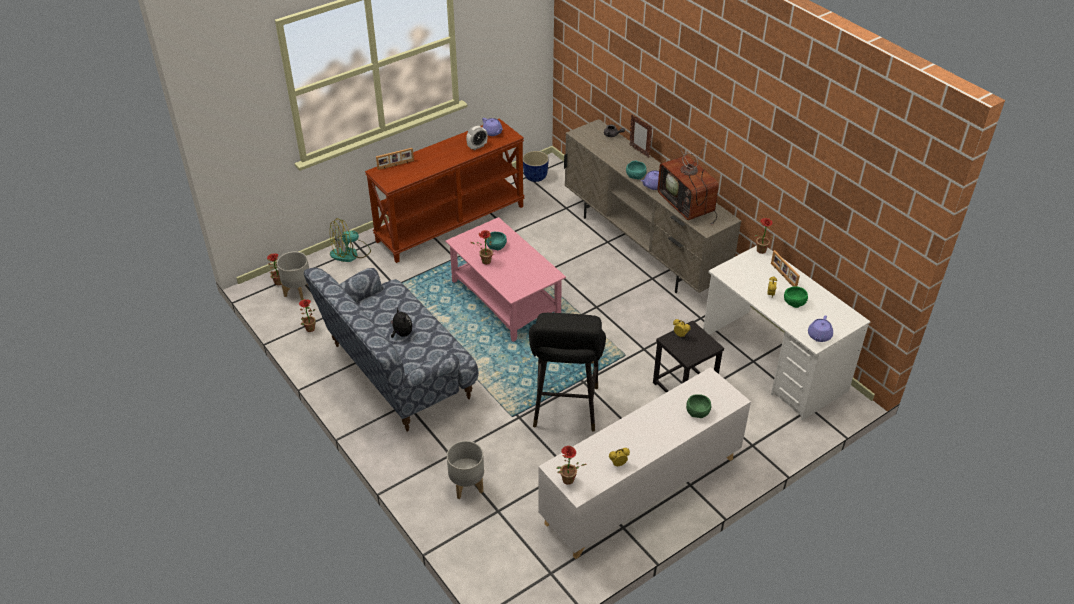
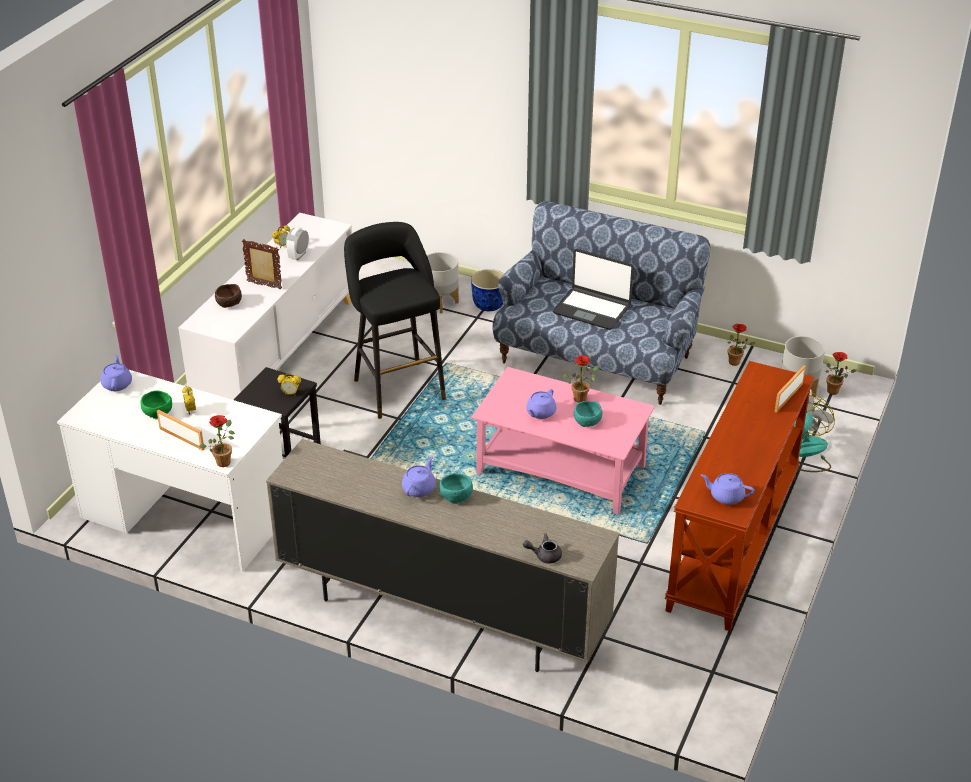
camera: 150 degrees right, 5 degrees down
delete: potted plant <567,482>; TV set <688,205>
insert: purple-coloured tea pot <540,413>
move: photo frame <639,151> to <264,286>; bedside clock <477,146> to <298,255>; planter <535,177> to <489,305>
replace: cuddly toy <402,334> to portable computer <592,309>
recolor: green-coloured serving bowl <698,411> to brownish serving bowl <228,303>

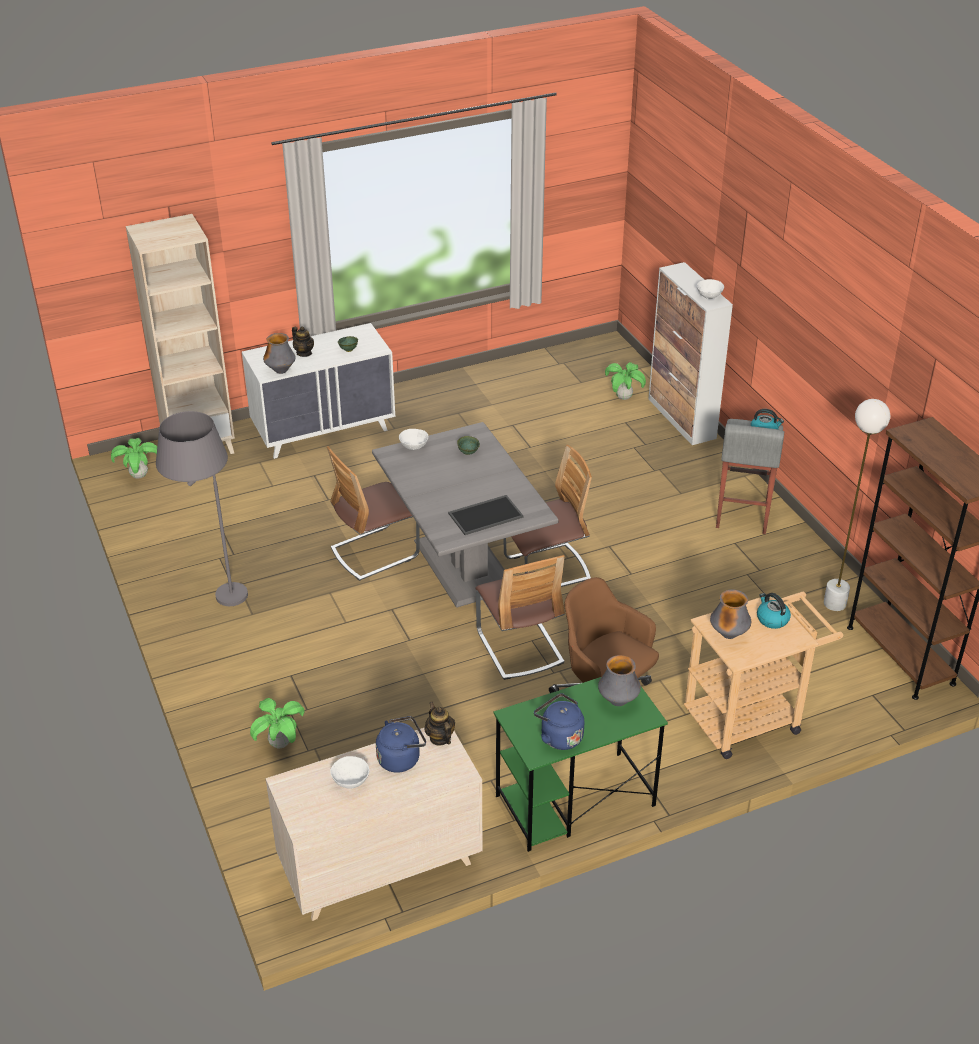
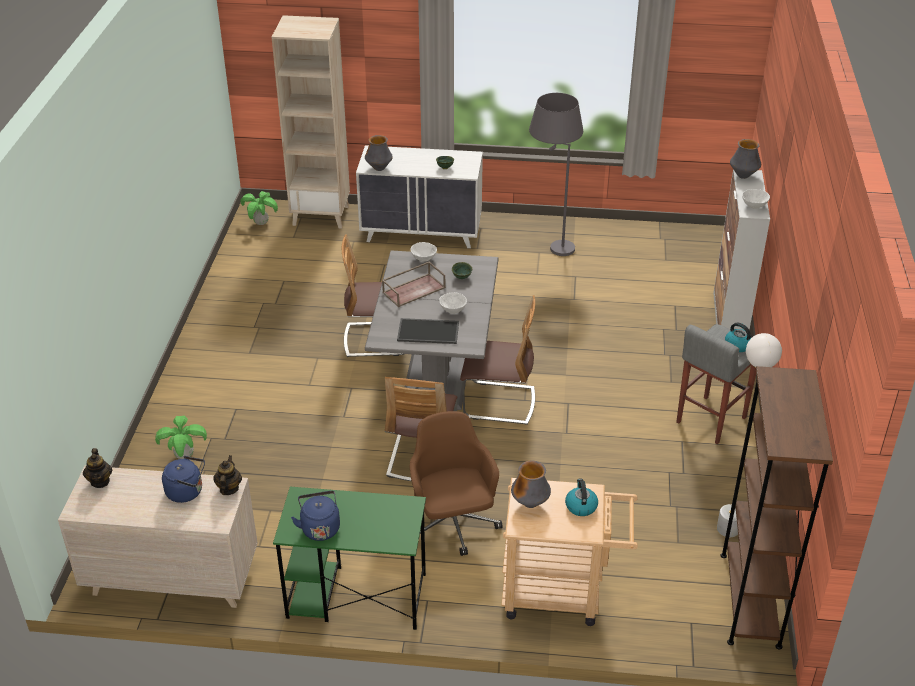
camera: 30 degrees right, 0 degrees up
delete: potted plant <624,397>
insert: brownish carrying tray <414,289>
move: tea pot <304,353> to <100,481>; whitish serving bowl <351,781> to <453,310>; greyish standard lamp <213,596> to <549,245>; vase <618,701> to <743,176>

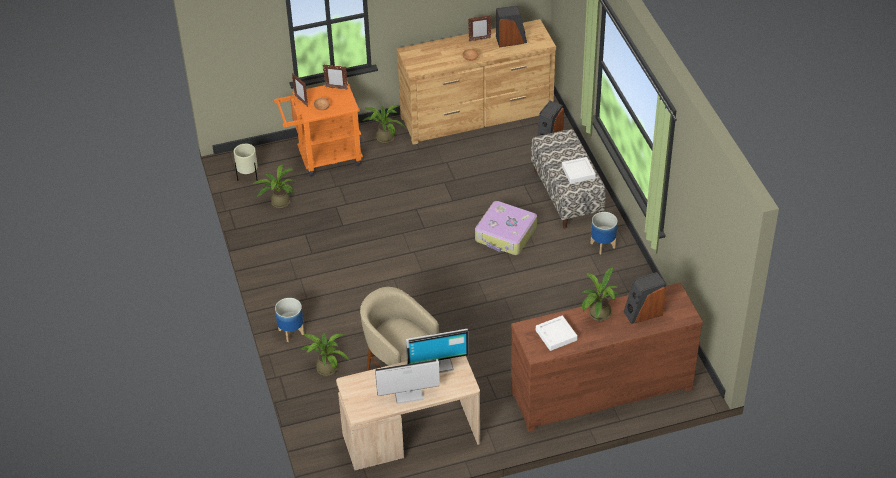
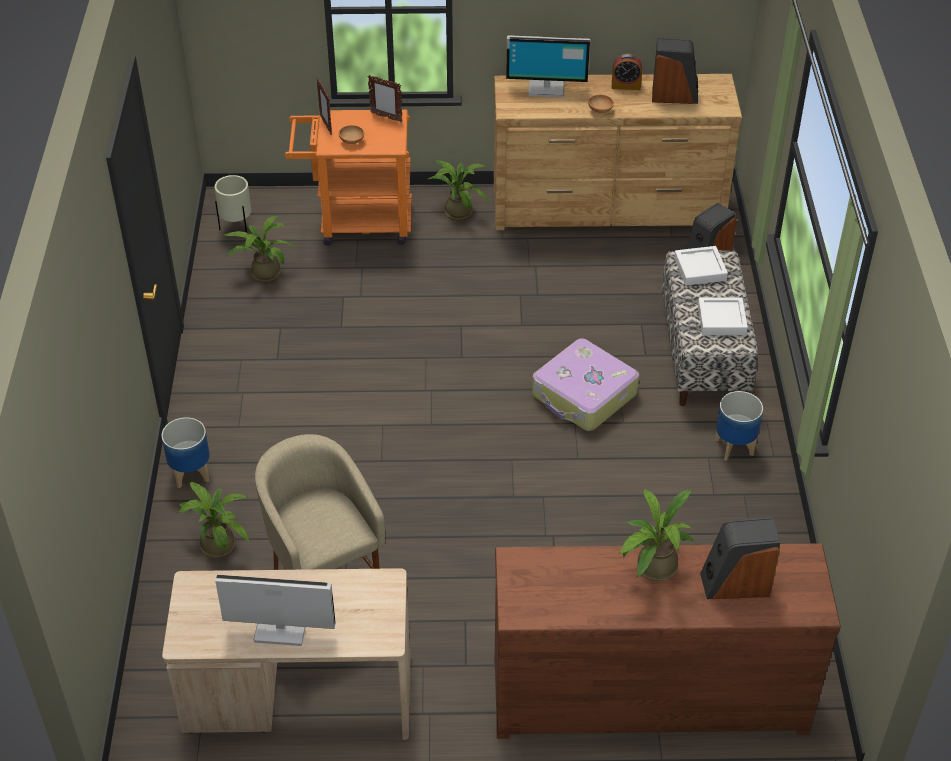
camera: 15 degrees right, 0 degrees up
move: monitor <438,364> to <546,88>; whitish carrying tray <556,335> to <700,269>
replace: photo frame <479,39> to bedside clock <626,86>

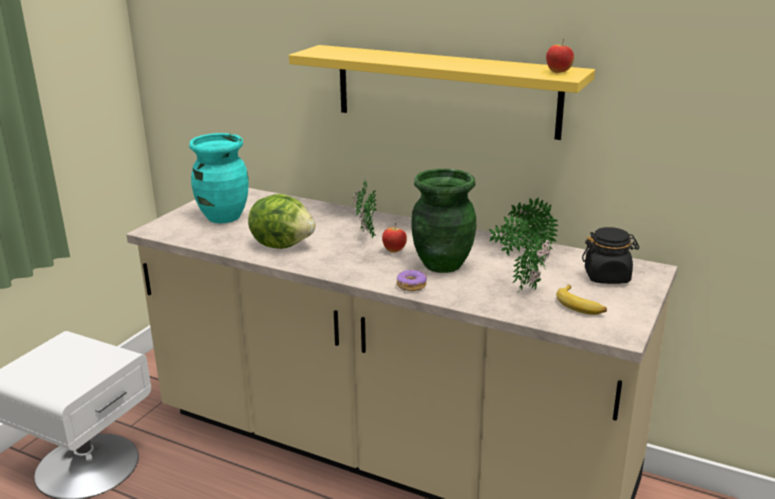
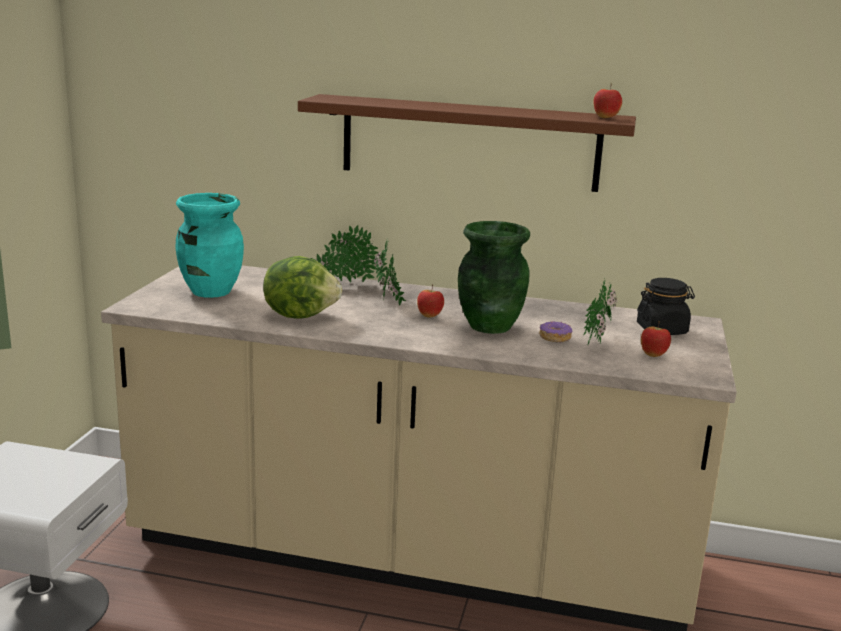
camera: 15 degrees left, 5 degrees down
move: potted plant <521,254> to <344,284>; ring doughnut <411,285> to <554,337>
replace: banana fruit <581,306> to apple <653,355>
recolor: yellowish bracket shelf <445,90> to brownish bracket shelf <469,143>

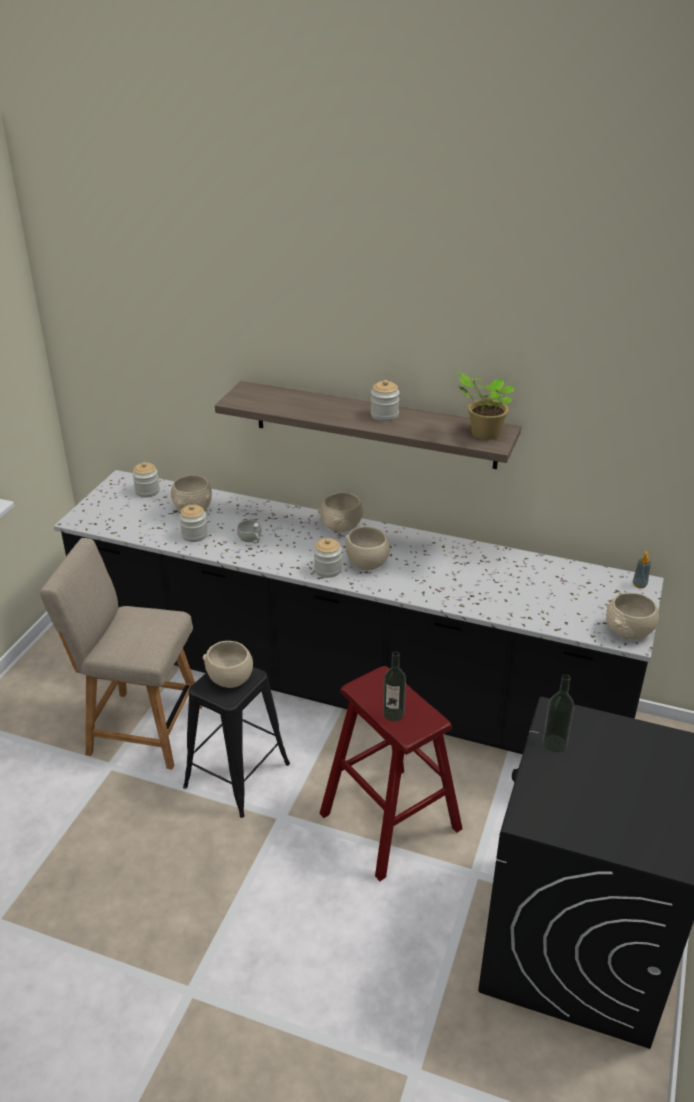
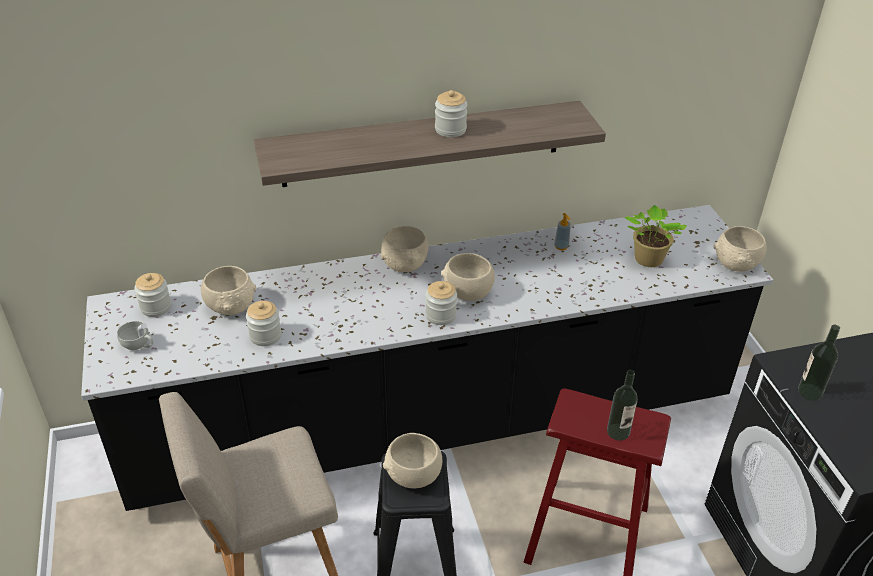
camera: 35 degrees left, 5 degrees up
move: whitish small cup <251,540> to <138,345>; soap bottle <639,584> to <561,246>; potted plant <483,433> to <647,260>

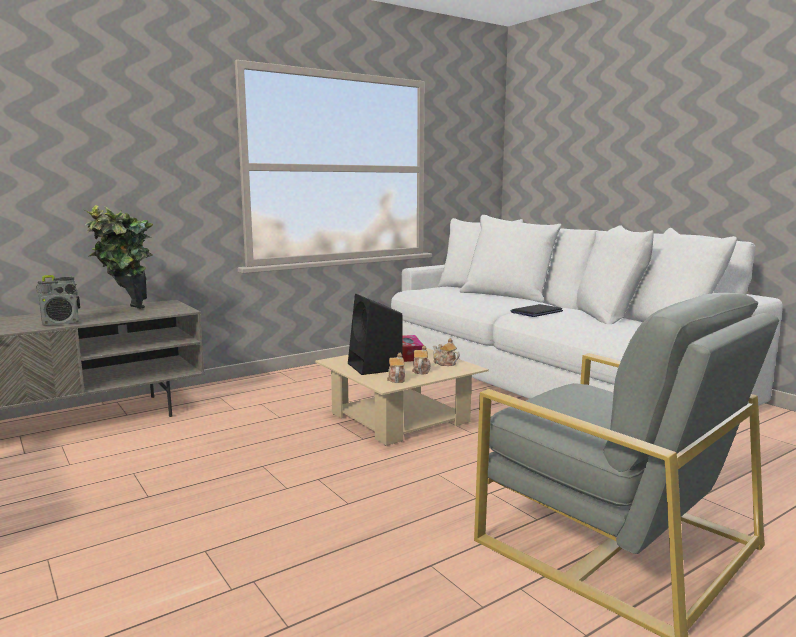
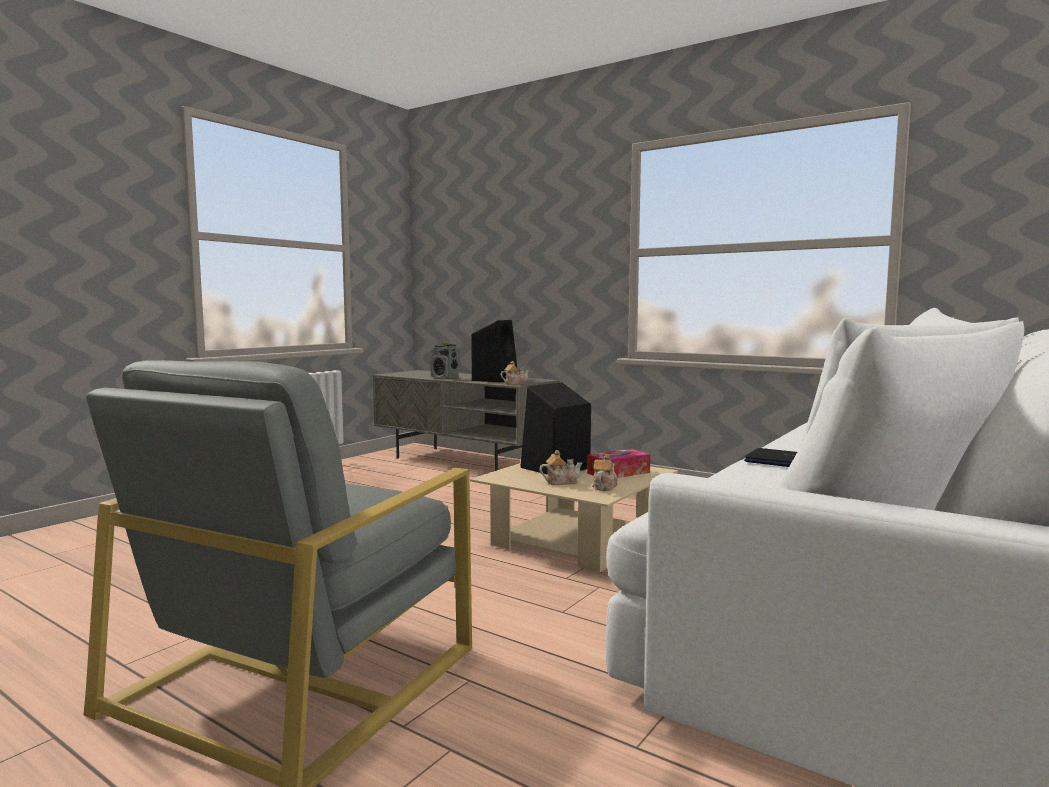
camera: 70 degrees right, 5 degrees down
move: tea pot <396,379> to <515,384>
replace: potted plant <127,311> to black audio speaker <495,379>

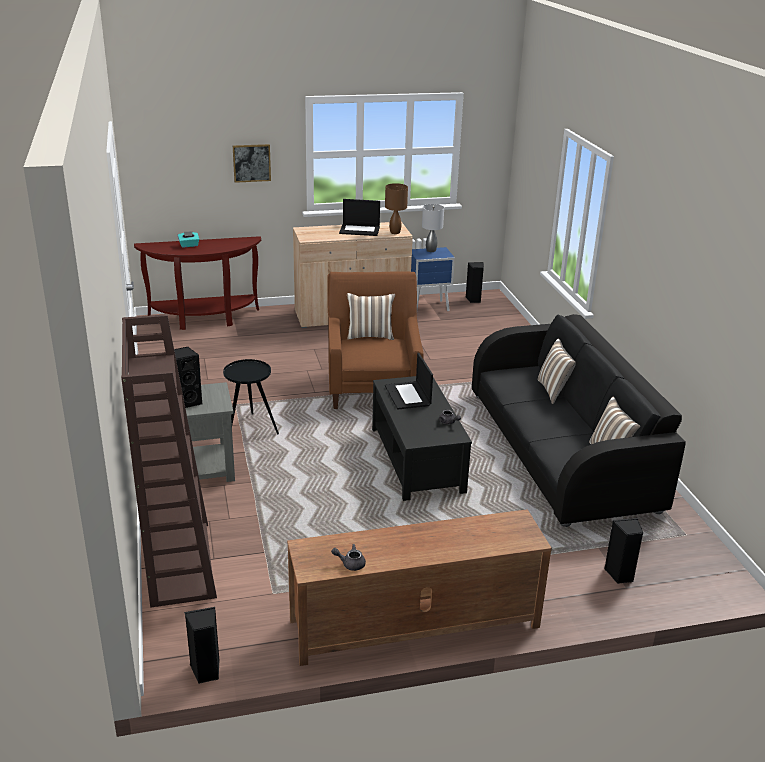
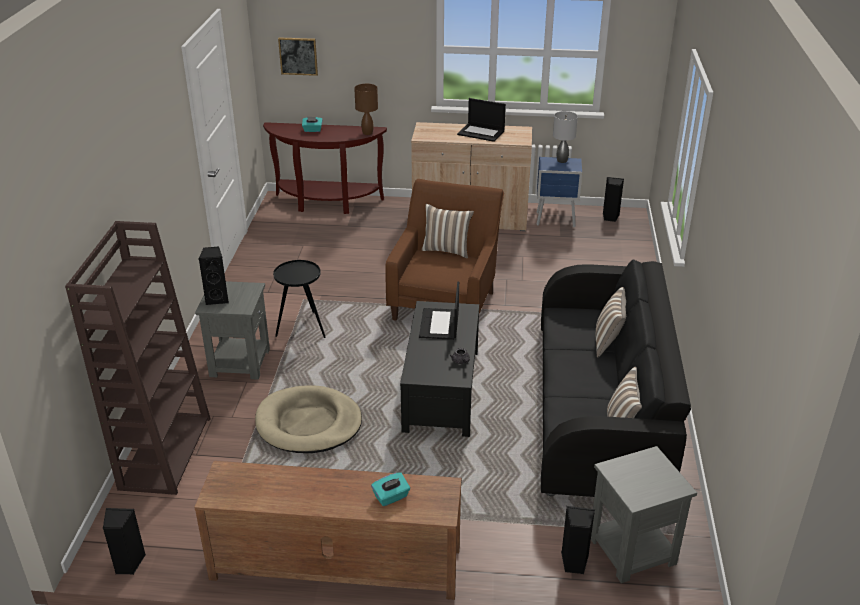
camera: 20 degrees right, 5 degrees up
delete: greyish tea pot <350,563>
insert: sand-coloured dog bed <308,423>; turquoise-coloured tissue holder <391,497>; greyish end table <631,551>
move: picture <251,163> to <298,56>; brownish tabletop lamp <395,232> to <368,133>

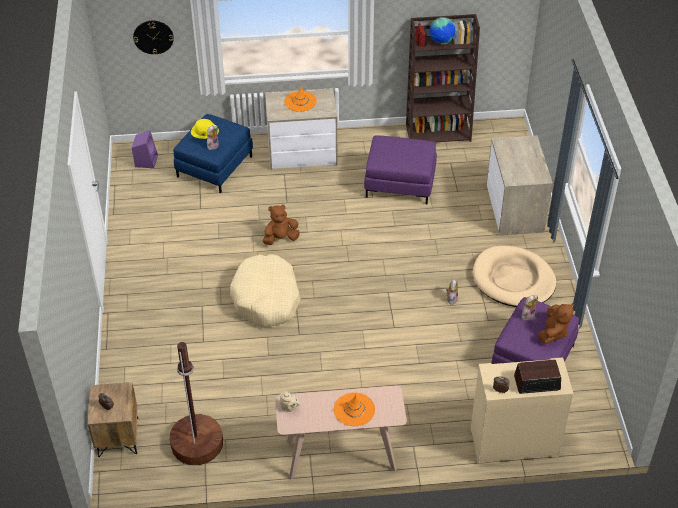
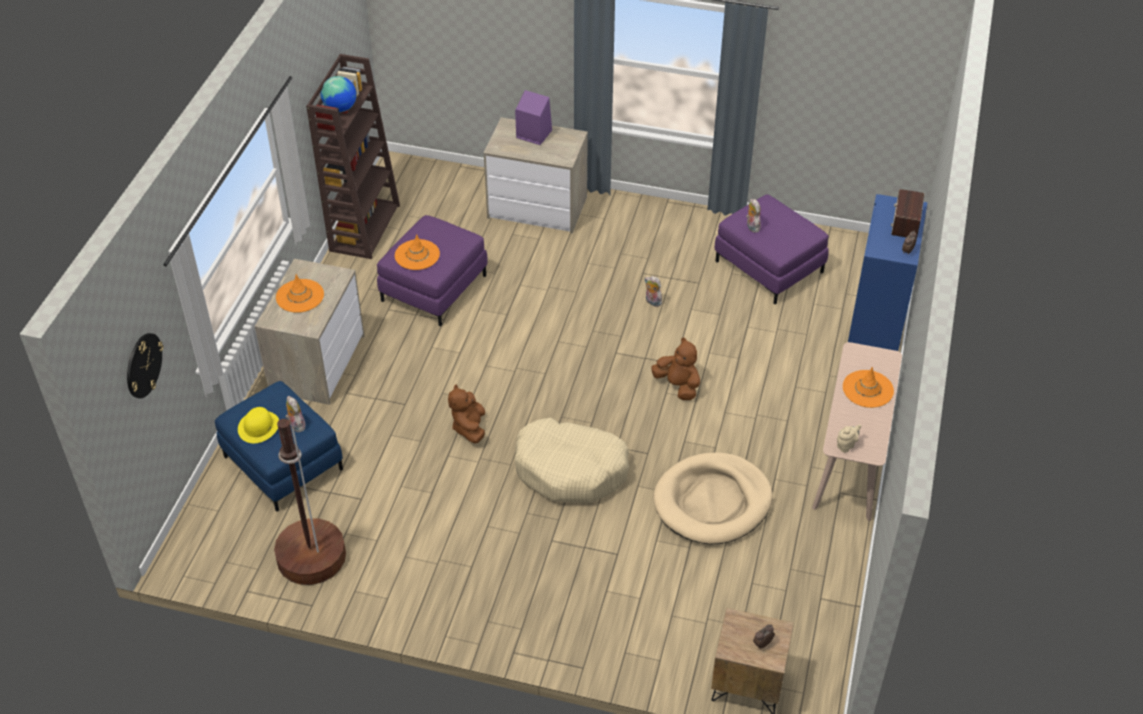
camera: 70 degrees left, 0 degrees up
insert: orangey hat <417,255>
move: brownish standard lamp <197,443> to <311,557>; purple-coloured audio speaker <146,160> to <533,134>; brownish cuddly toy <553,333> to <678,386>; sand-coloured dog bed <513,280> to <712,502>
recolor: sand-coloured storage cabinet <513,443> to blue storage cabinet <879,318>

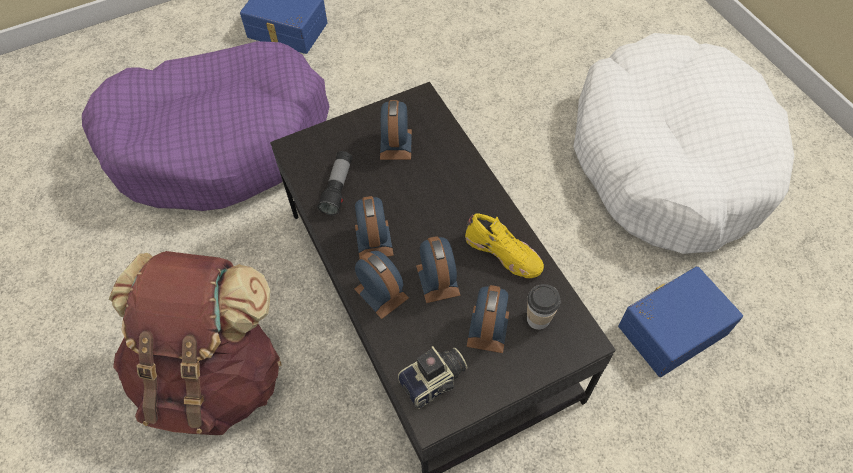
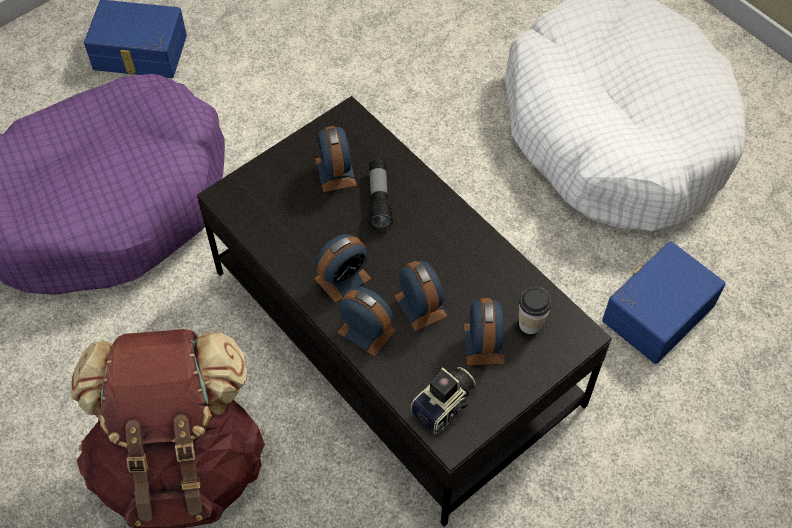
camera: 15 degrees left, 0 degrees up
delete: yellowish shoe <504,253>
move: flashlight <338,188> to <379,199>
rotate: bedside clock <374,240> = <342,278> 75 degrees clockwise

